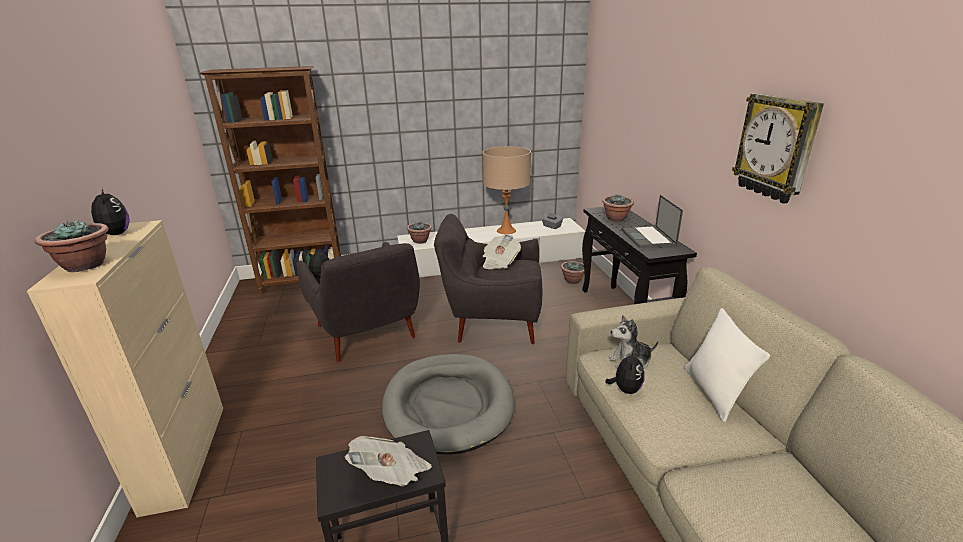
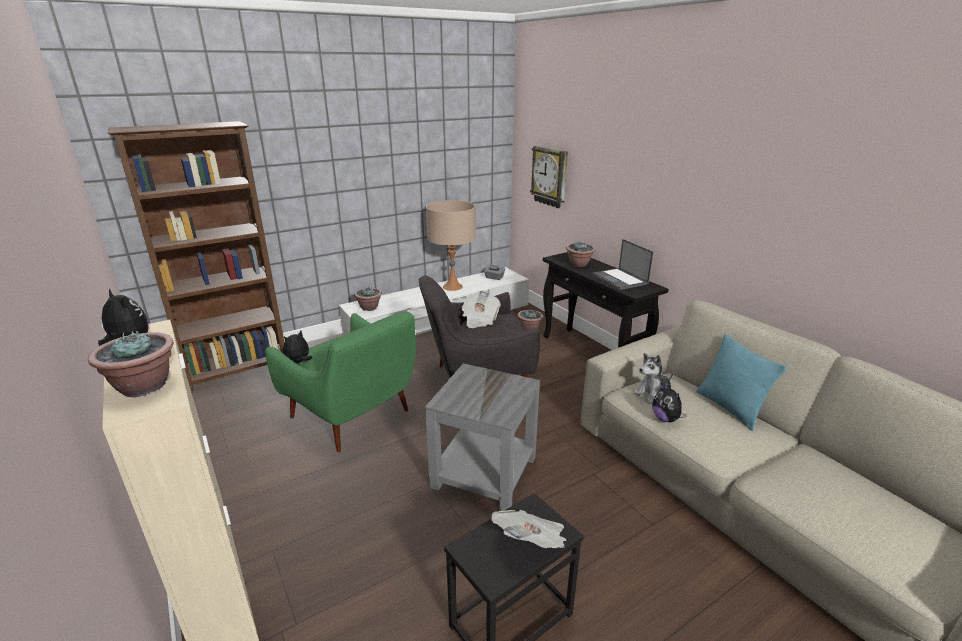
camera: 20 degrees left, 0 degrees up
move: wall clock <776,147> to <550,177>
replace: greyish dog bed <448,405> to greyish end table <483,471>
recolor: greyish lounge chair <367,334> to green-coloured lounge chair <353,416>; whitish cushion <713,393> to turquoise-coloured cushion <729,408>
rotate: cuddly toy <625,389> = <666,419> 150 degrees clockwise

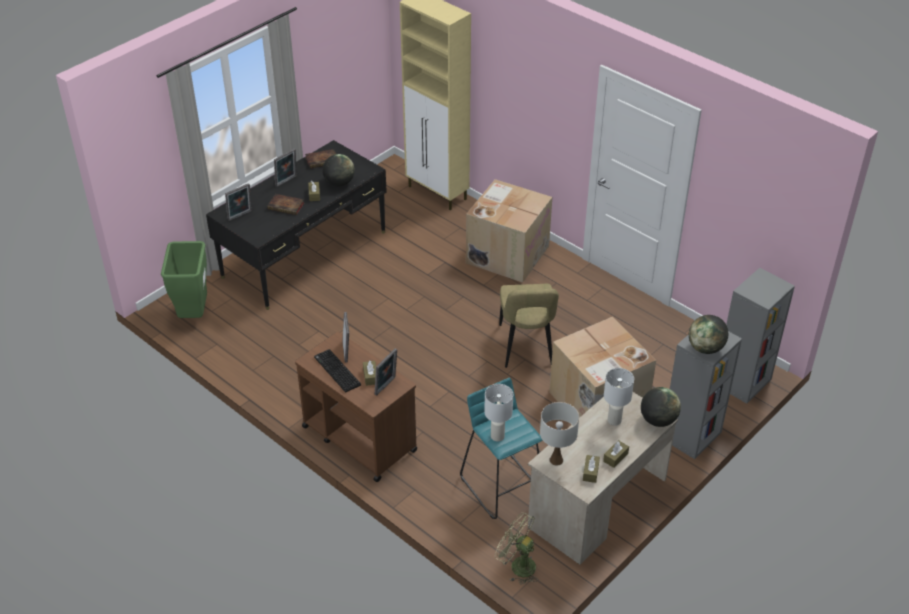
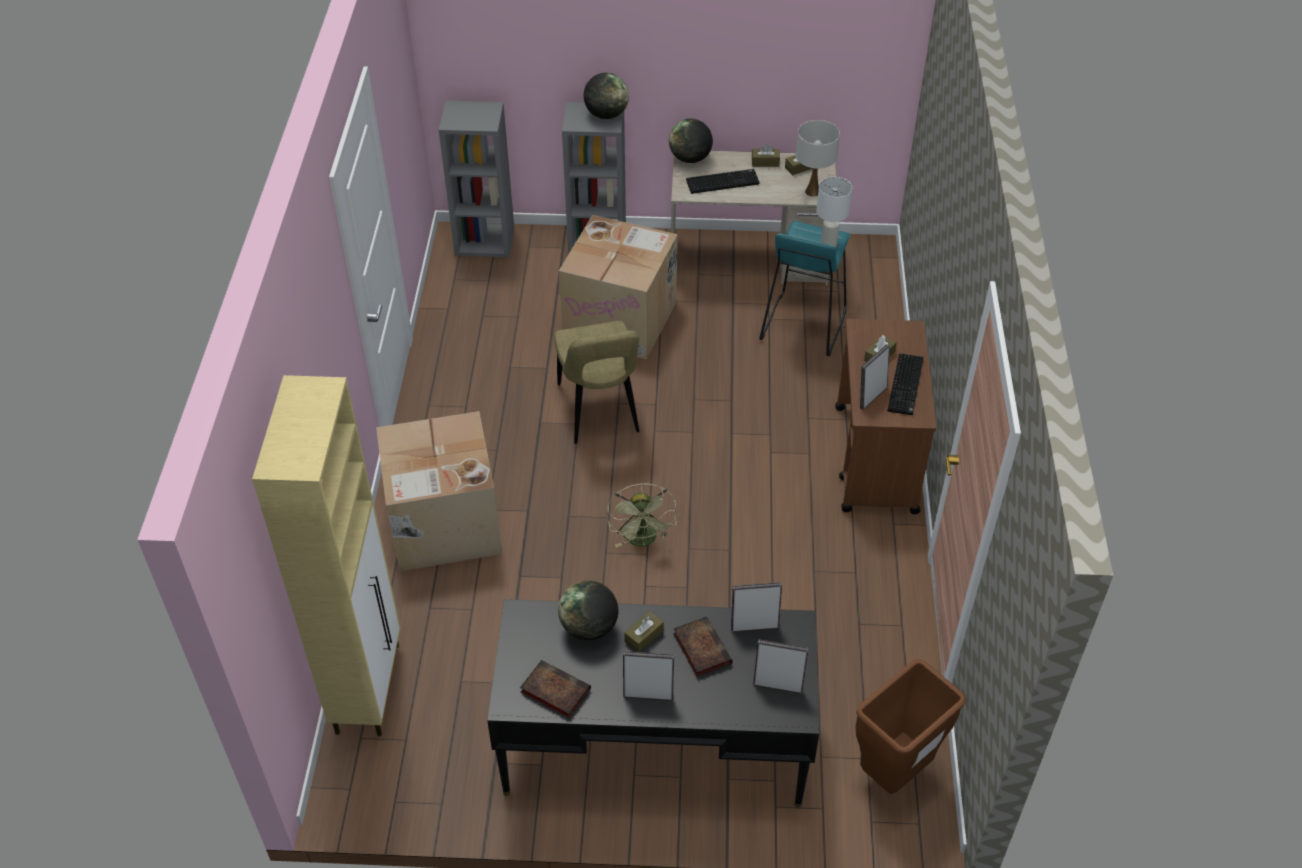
camera: 130 degrees left, 5 degrees up
move: green-coloured cooling fan <517,565> to <643,540>; photo frame <386,386> to <754,626>
replace: whitish tabletop lamp <614,420> to PC keyboard <723,181>
recolor: green-coloured waste bin <194,314> to brownish waste bin <893,774>
rotate: sand-coloured plain chair <526,347> = <599,412> 120 degrees clockwise

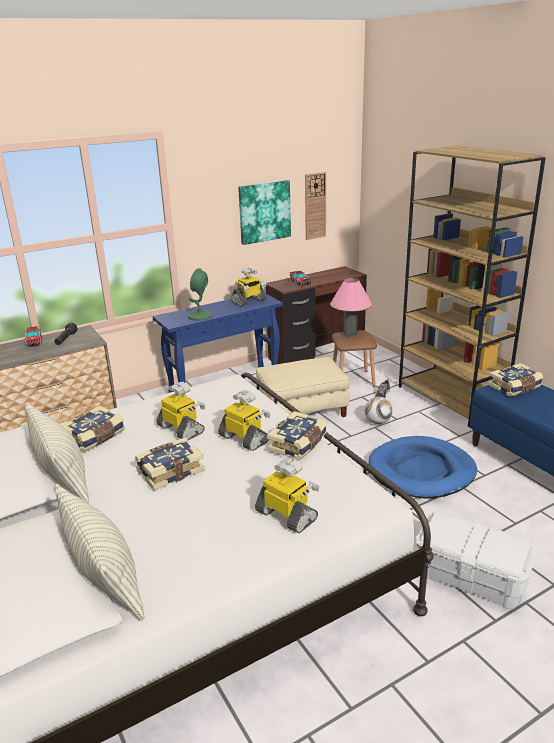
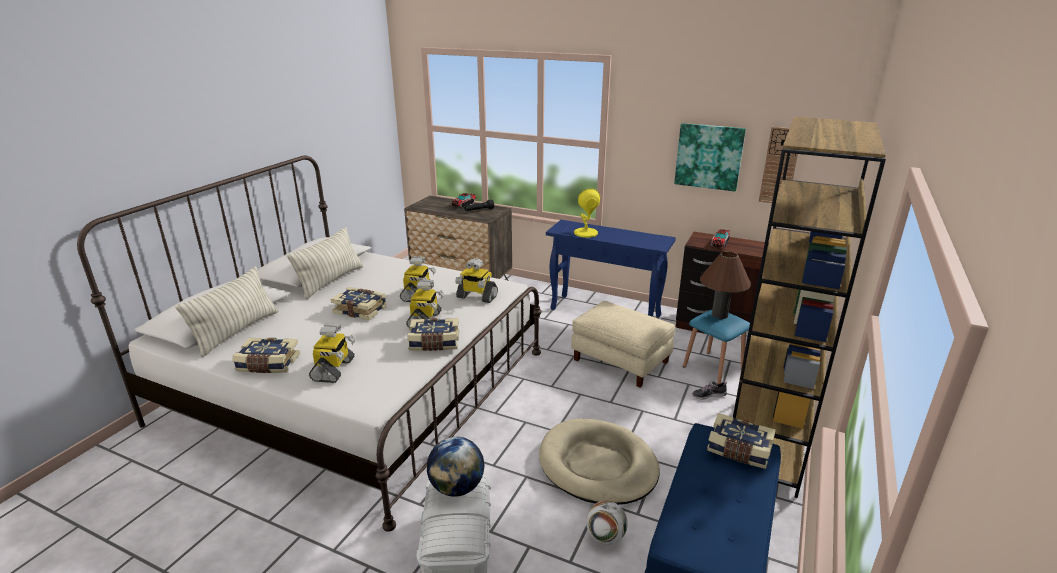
camera: 55 degrees right, 0 degrees up
insert: globe <457,487>
move: bound book <95,437> to <268,364>; model robot <249,301> to <476,297>; ball for football <377,422> to <605,536>
recolor: blue dog bed <421,471> to sand-coloured dog bed <597,465>; green-coloured tabletop lamp <200,316> to yellowish tabletop lamp <585,233>; brownish stool seat <353,380> to blue stool seat <713,368>; pinkish tabletop lamp <350,334> to brownish tabletop lamp <719,315>

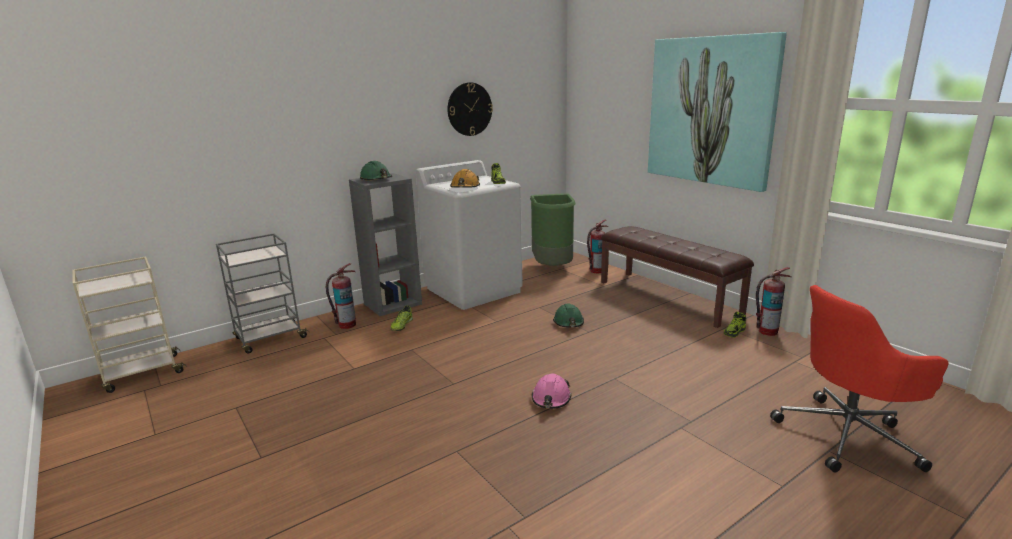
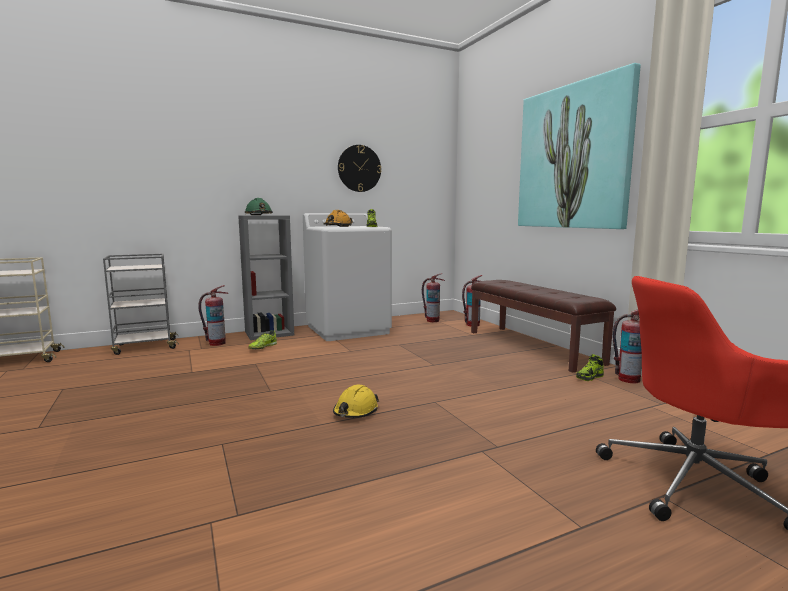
camera: 10 degrees right, 10 degrees down
delete: green-coloured work helmet <568,323>
replace: green-coloured waste bin <553,268> to fire-fighting cylinder <432,320>
recolor: pinkish work helmet <551,399> to yellowish work helmet <355,412>

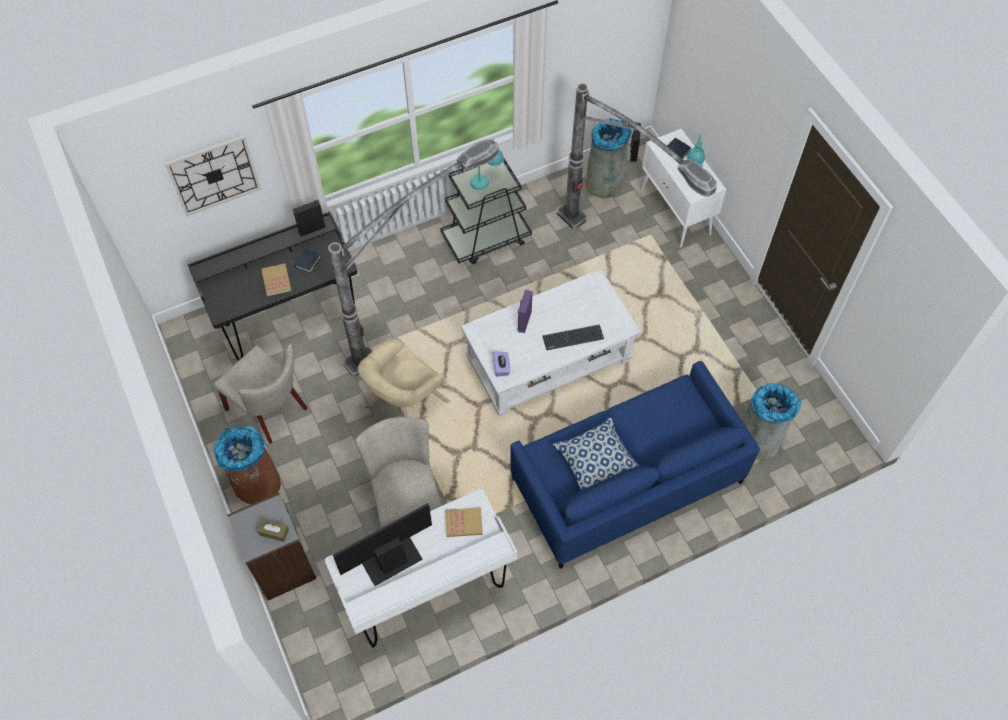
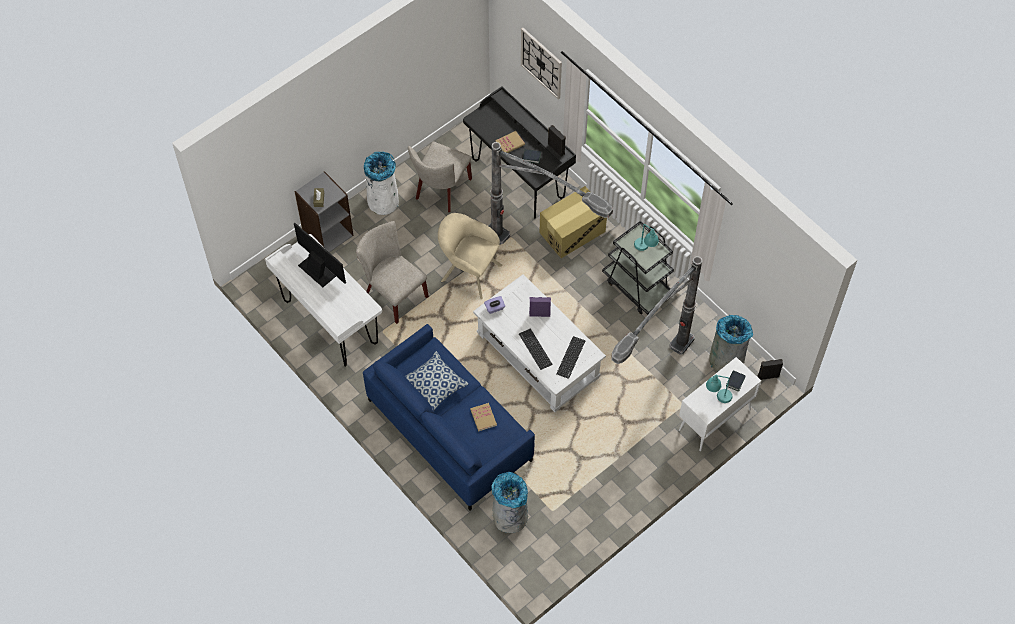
camera: 75 degrees right, 0 degrees up
insert: packing box <572,232>; PC keyboard <571,357>
move: bound book <463,523> to <483,417>
recolor: brownish waste bin <256,484> to whitish waste bin <383,200>
rotate: sand-coloured plain chair <407,503> = <393,293> 105 degrees counterclockwise

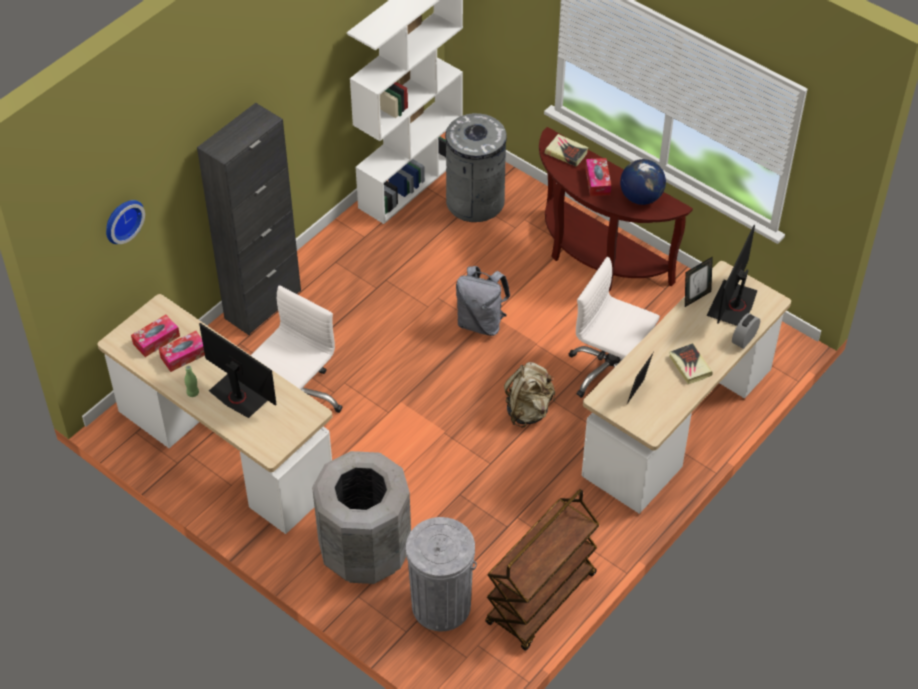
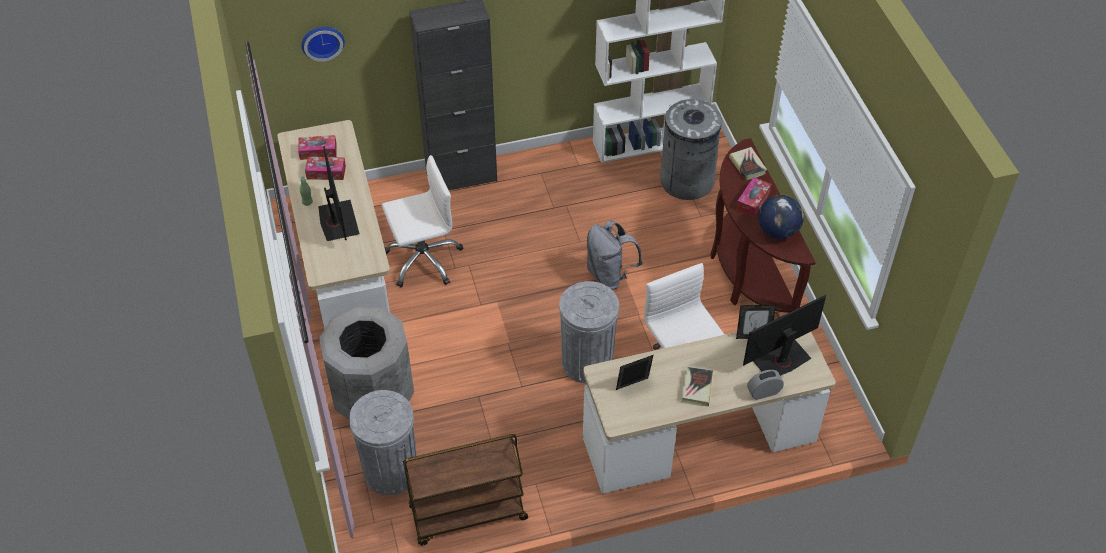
camera: 35 degrees right, 0 degrees up
replace: sand-coloured backpack <528,410> to greyish waste bin <587,362>

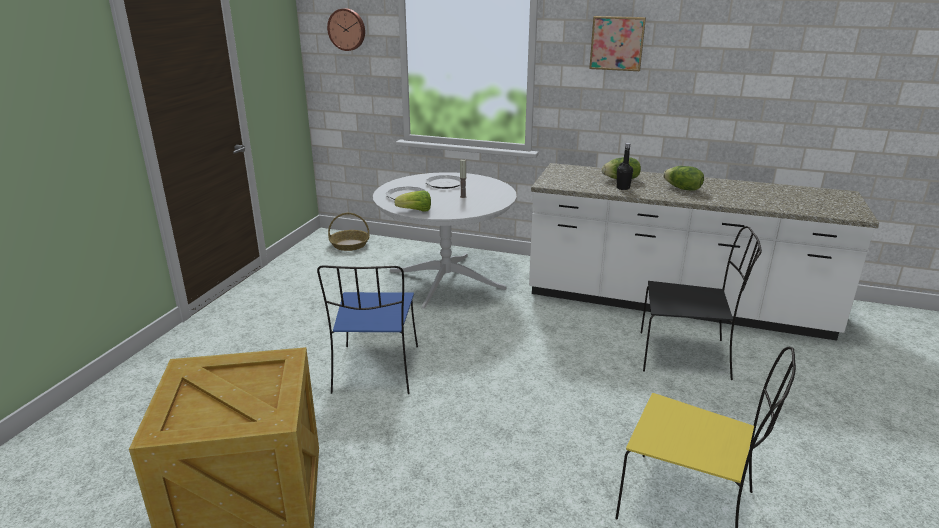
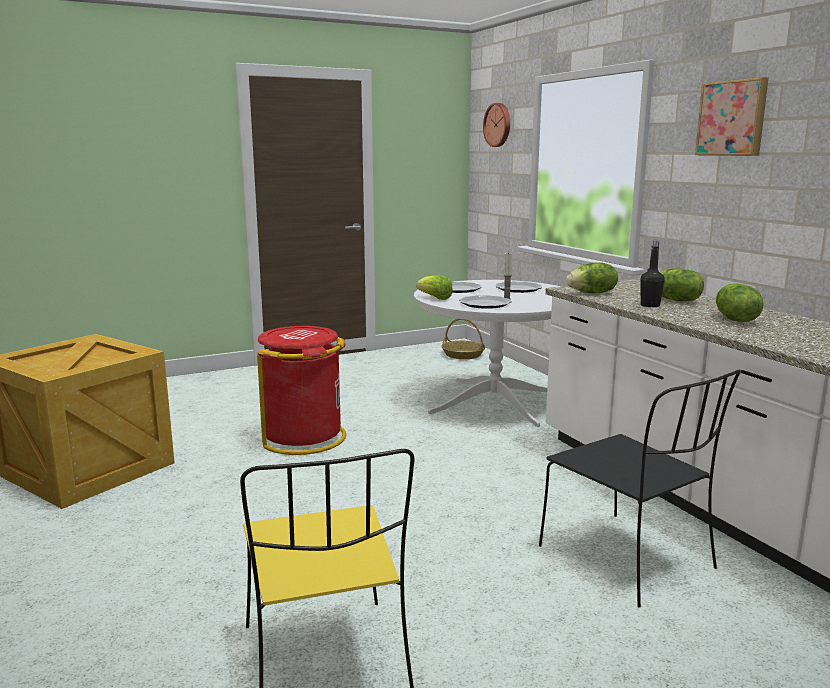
camera: 45 degrees right, 10 degrees down
insert: flat dish <484,304>; lettuce head <592,293>
replace: blue plain chair <376,371> to red waste bin <304,437>

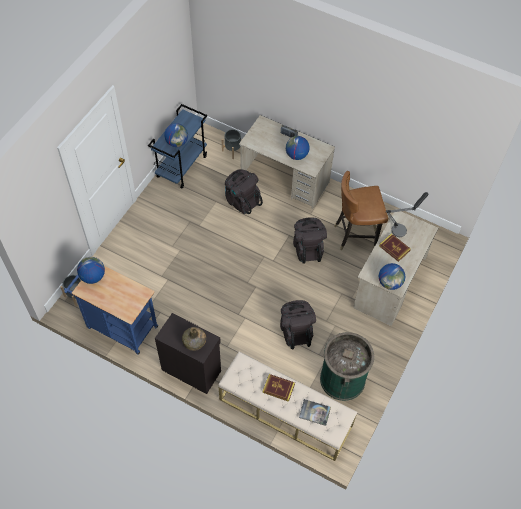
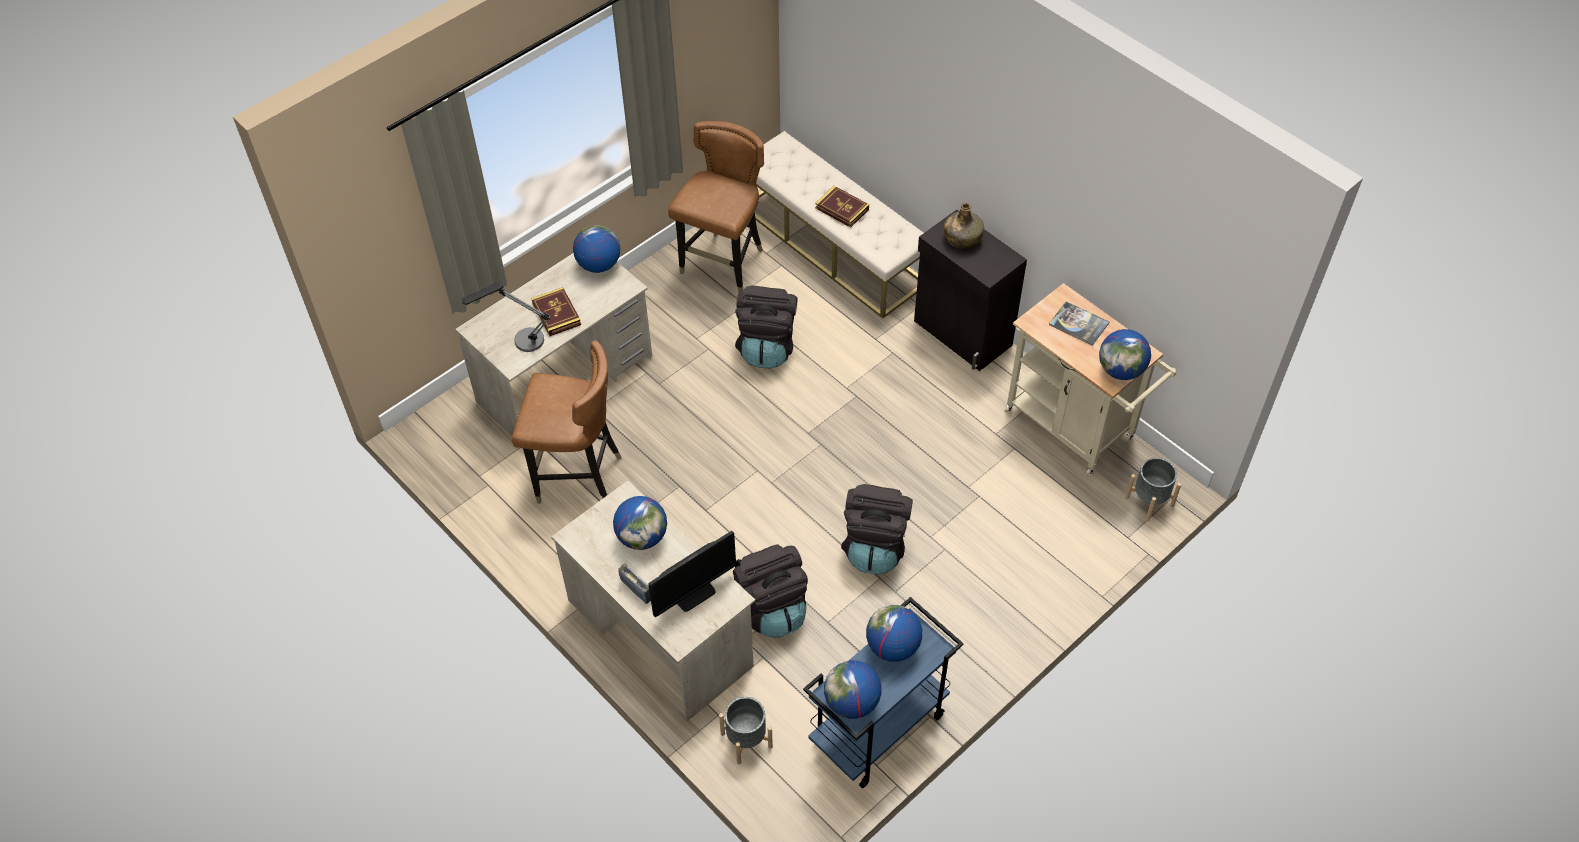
camera: 160 degrees left, 5 degrees down
insert: monitor <693,593>; globe <851,702>
move: black backpack <307,248> to <875,546>; bound book <314,412> to <1078,324>
replace: green-coloured waste bin <342,379> to brownish plain chair <724,265>
recolor: blue cart <118,326> to sand-coloured cart <1075,429>

